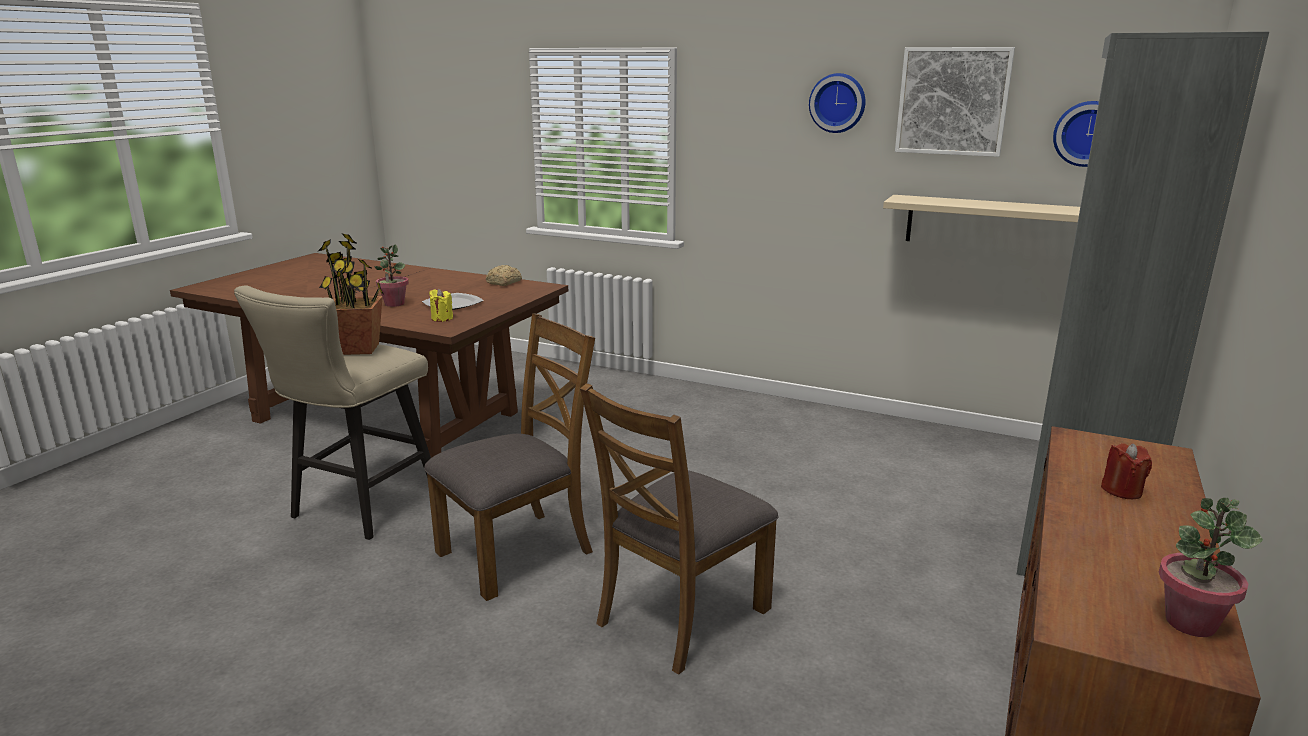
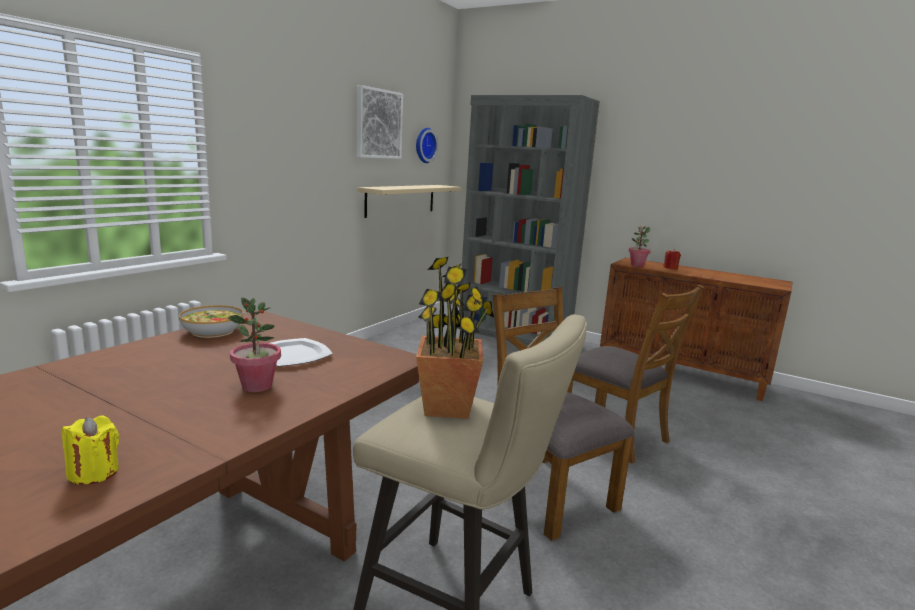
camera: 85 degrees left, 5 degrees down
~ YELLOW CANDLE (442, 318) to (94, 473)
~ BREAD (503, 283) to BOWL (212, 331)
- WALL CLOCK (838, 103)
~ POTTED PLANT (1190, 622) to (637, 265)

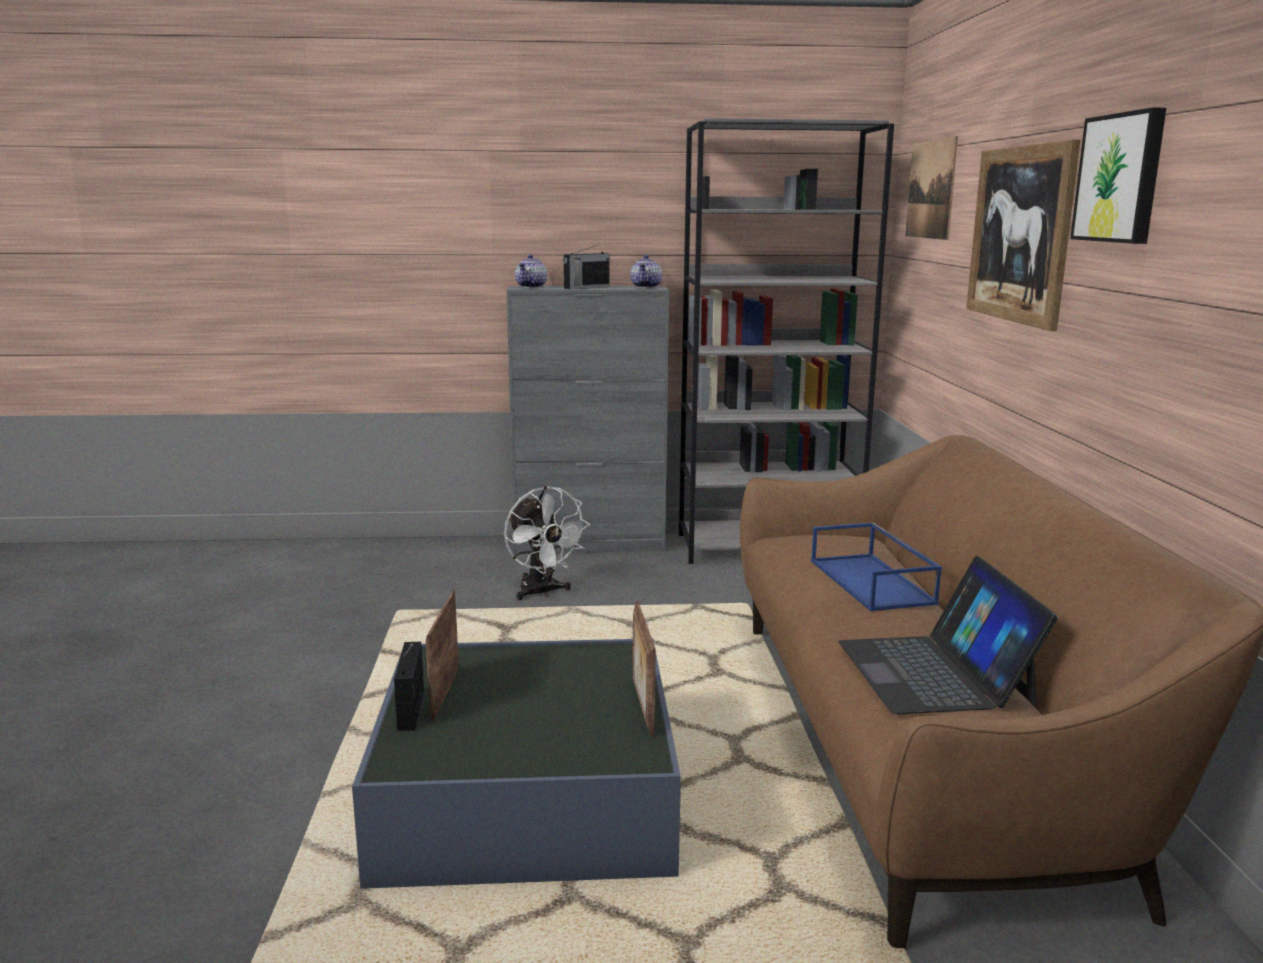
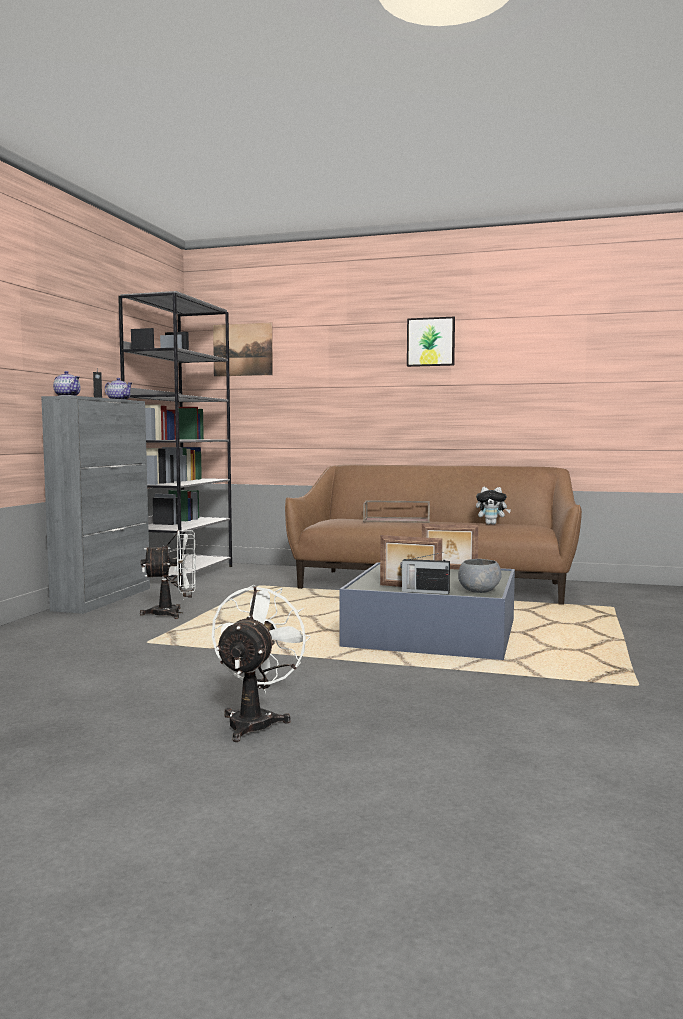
camera: 70 degrees left, 10 degrees down
~ BLUE TRAY (873, 582) to BROWN TRAY (397, 520)
~ LAPTOP (935, 672) to PLUSH TOY (492, 524)
- PICTURE (1019, 234)
+ WHITE FAN (255, 721)
+ GREY BOWL (478, 591)

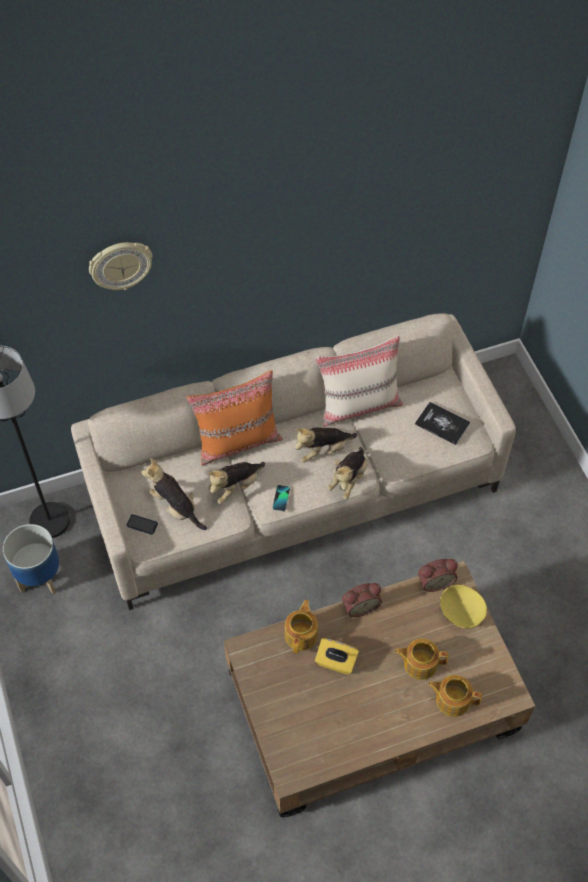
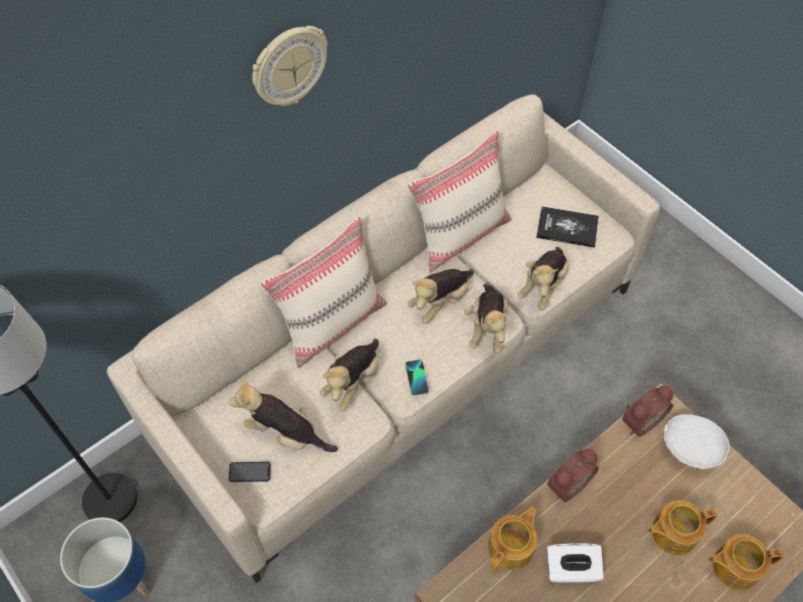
camera: 20 degrees left, 0 degrees up
~ WALL CLOCK (120, 265) to (289, 66)
~ ORANGE PILLOW (238, 441) to BEIGE PILLOW (332, 322)
~ TEAPOT (301, 634) = (511, 547) 45 degrees clockwise
~ YELLOW TISSUE BOX (336, 662) to WHITE TISSUE BOX (571, 570)
~ YELLOW BOWL (460, 613) to WHITE BOWL (689, 450)
+ PLUSH TOY (543, 286)

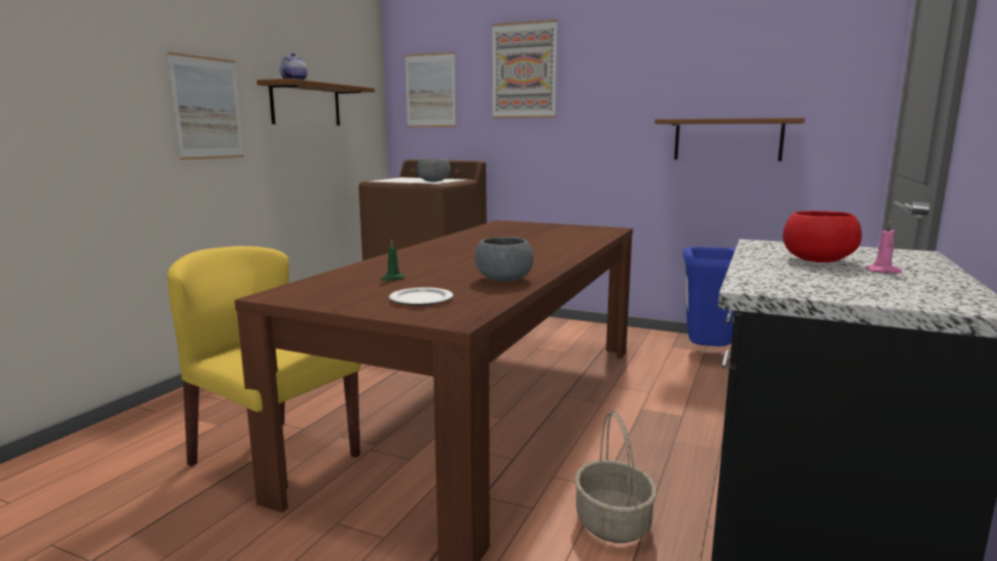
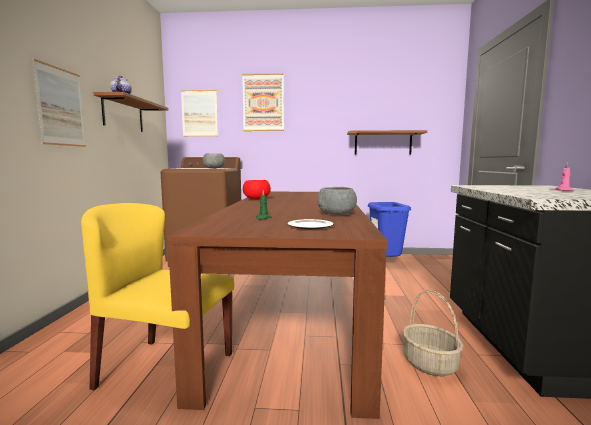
camera: 20 degrees left, 5 degrees down
~ RED BOWL (817, 260) to (256, 199)

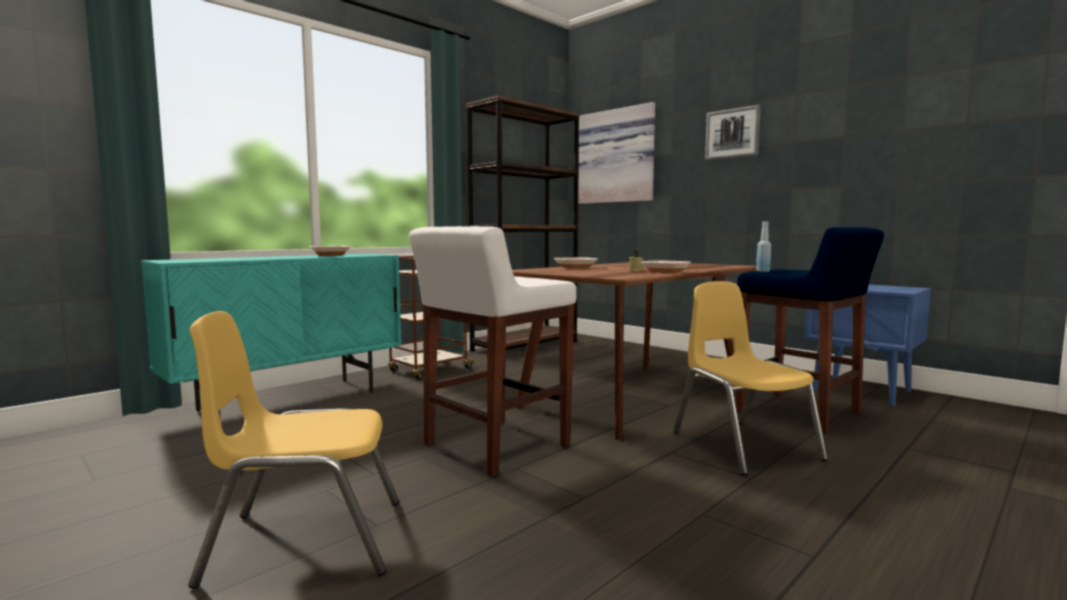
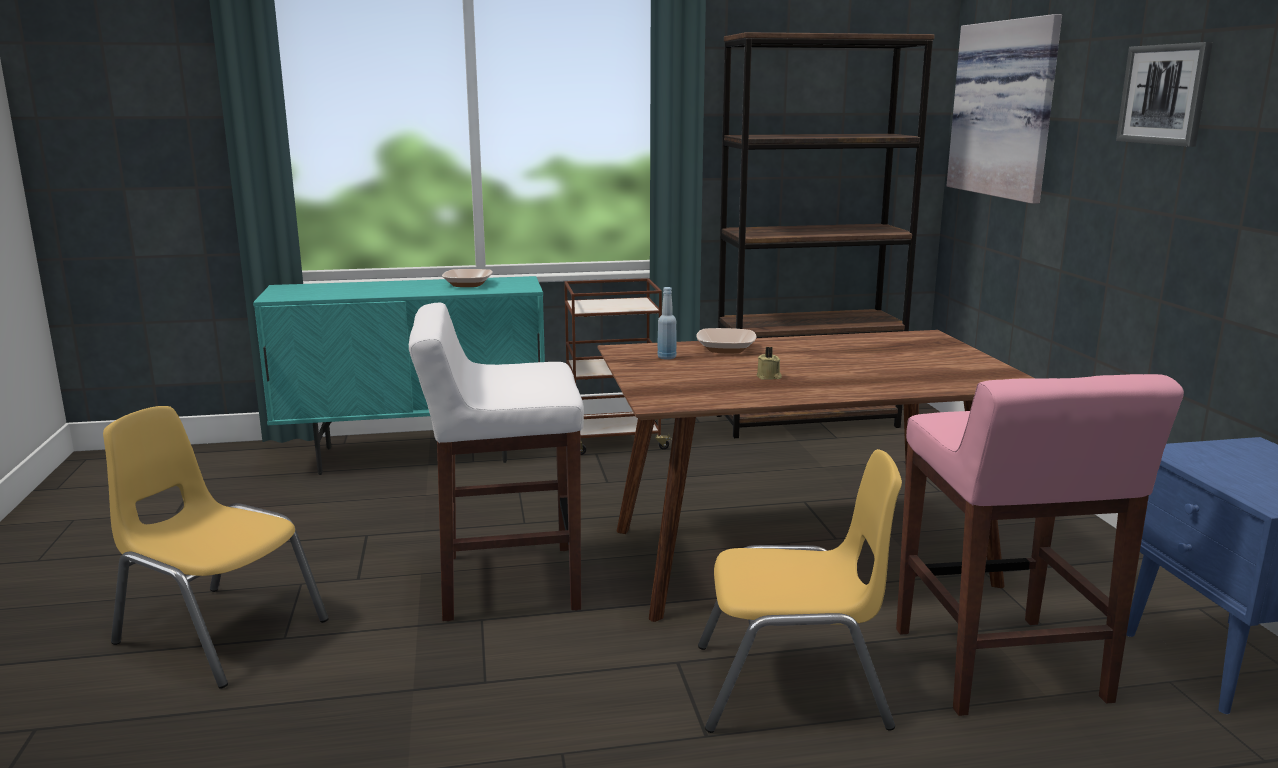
camera: 35 degrees right, 10 degrees up
- BOWL (665, 272)
~ YELLOW CHAIR (743, 446) = (791, 688) 75 degrees clockwise
~ BLUE STOOL (800, 413) to PINK STOOL (1000, 667)
~ BLUE BOTTLE (763, 271) to (666, 357)

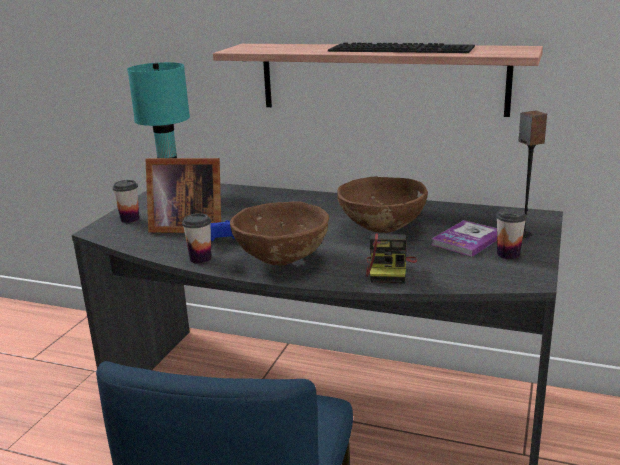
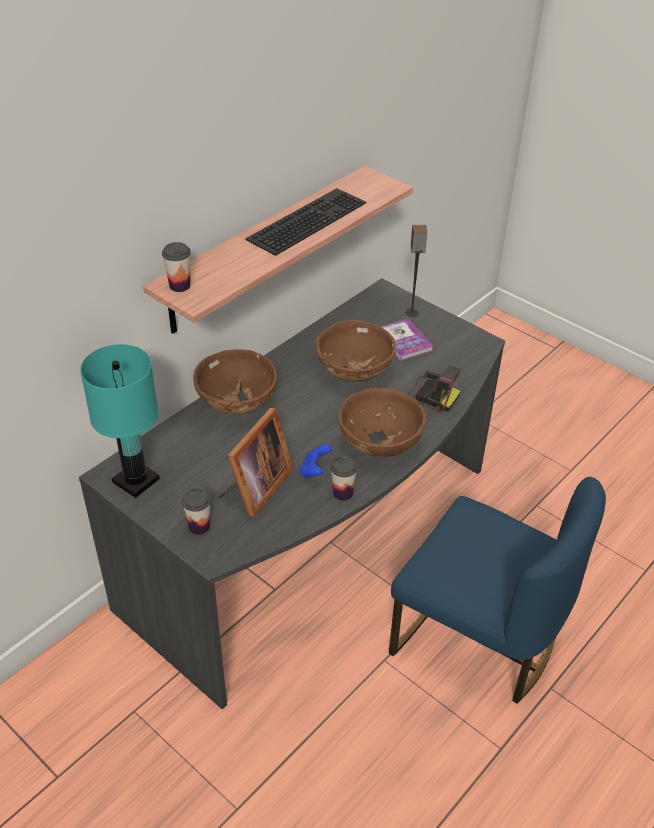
camera: 70 degrees left, 20 degrees up
~ CUP (508, 254) to (179, 286)
+ BROWN BOWL (237, 405)

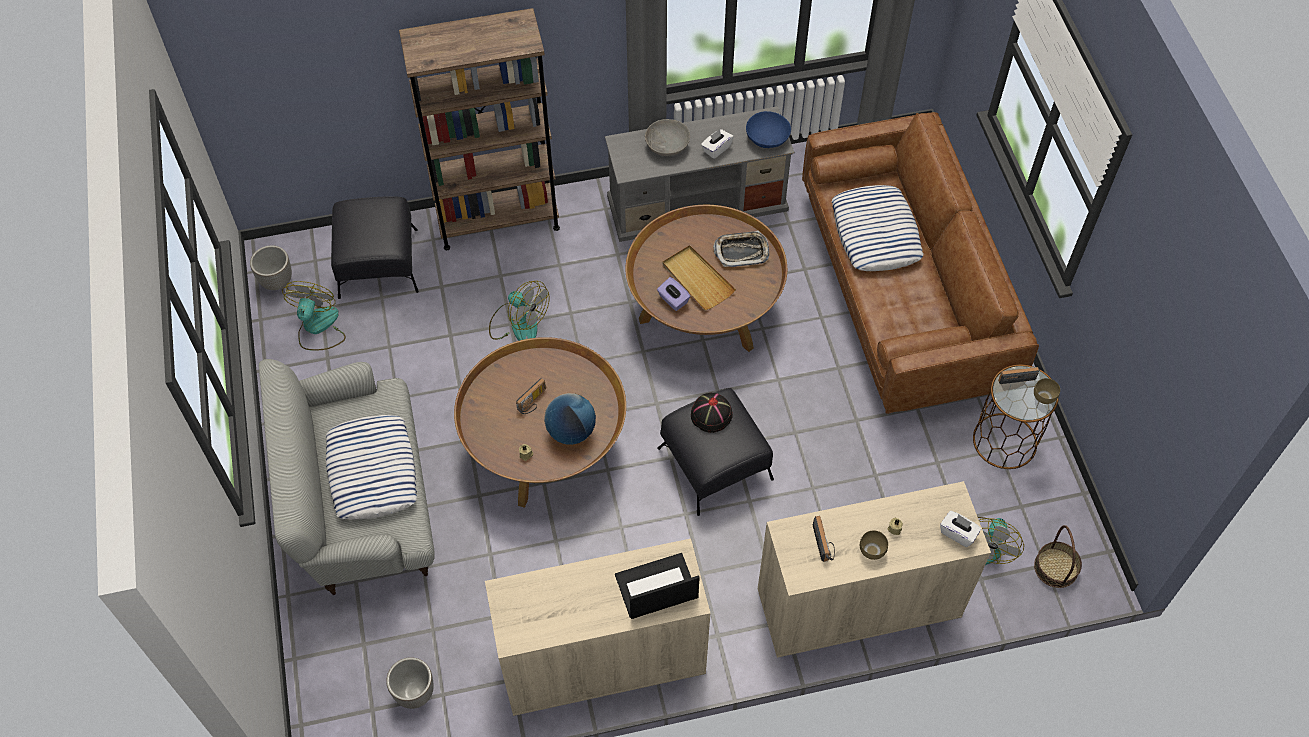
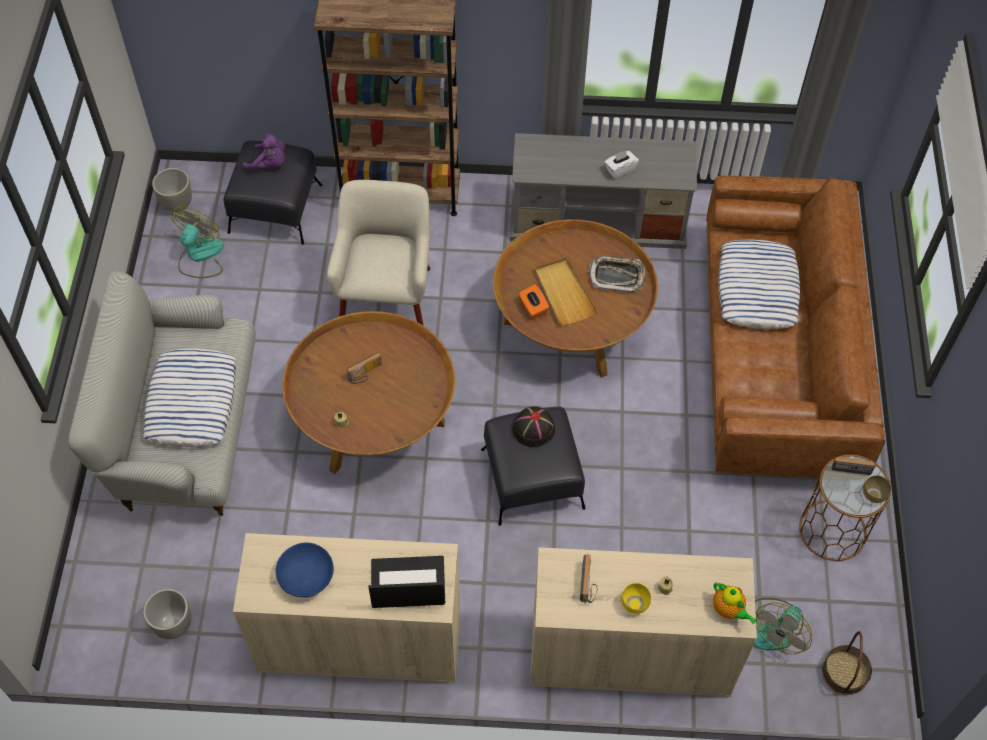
camera: 15 degrees right, 0 degrees up
~ FAN (518, 323) to BEIGE ARMCHAIR (387, 296)
- GLOBE (571, 431)
- GREY BOWL (667, 145)
~ PURPLE TISSUE BOX (673, 300) to ORANGE TISSUE BOX (533, 308)
~ BLUE BOWL (767, 137) to (306, 577)
~ BROWN BOWL (873, 550) to YELLOW BOWL (635, 604)
~ WHITE TISSUE BOX (958, 533) to TEAPOT (729, 609)
+ PURPLE PLUSH TOY (269, 164)

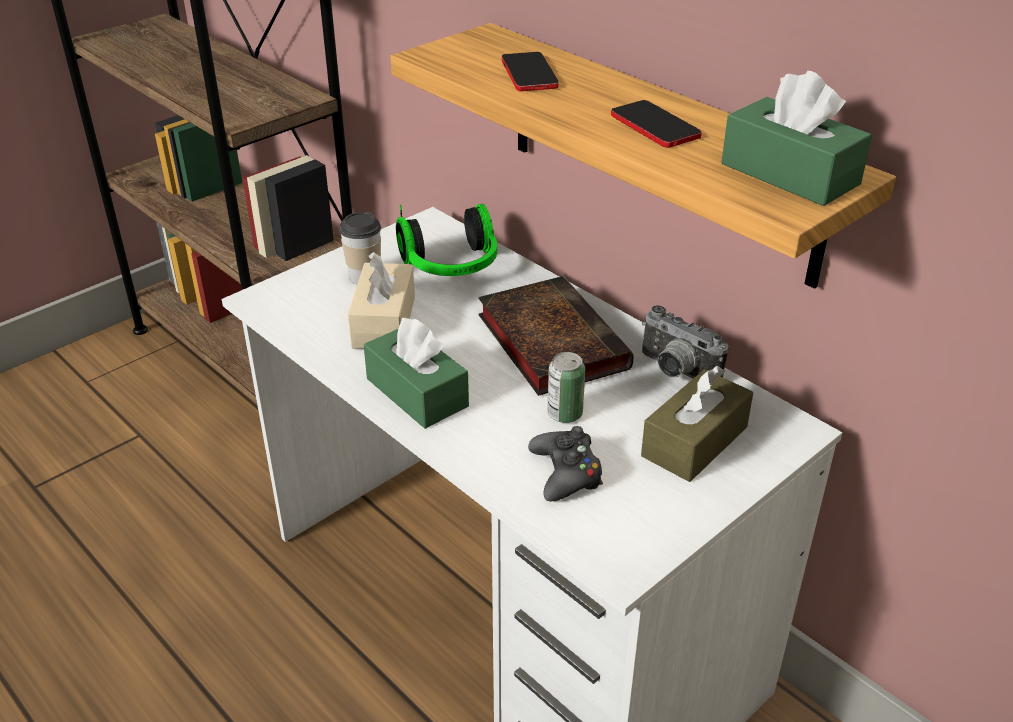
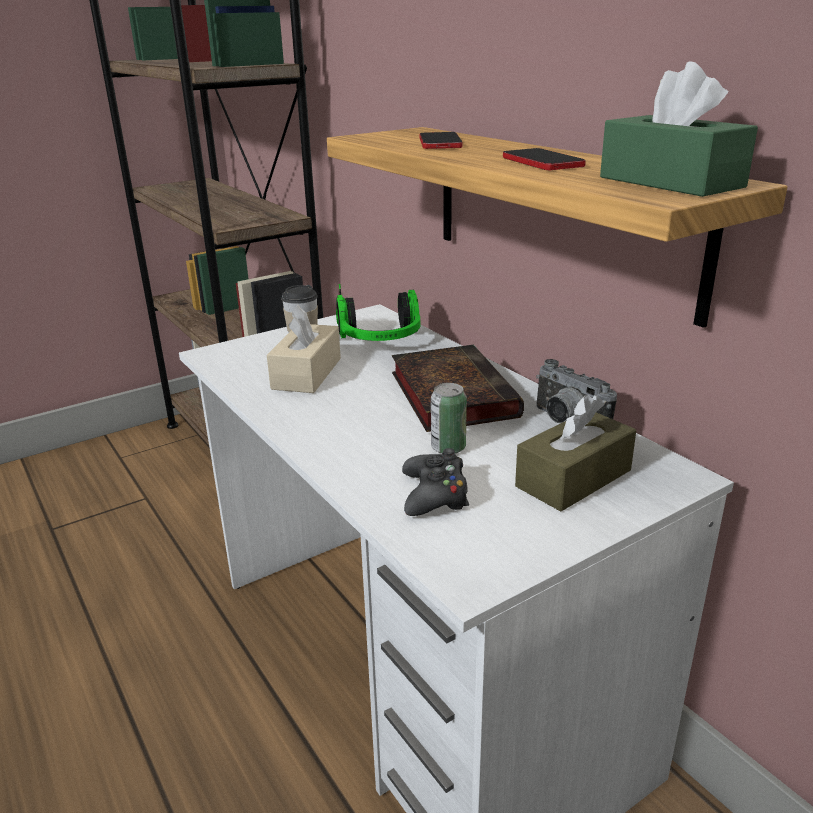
camera: 10 degrees right, 10 degrees down
- GREEN TISSUE BOX (417, 392)

